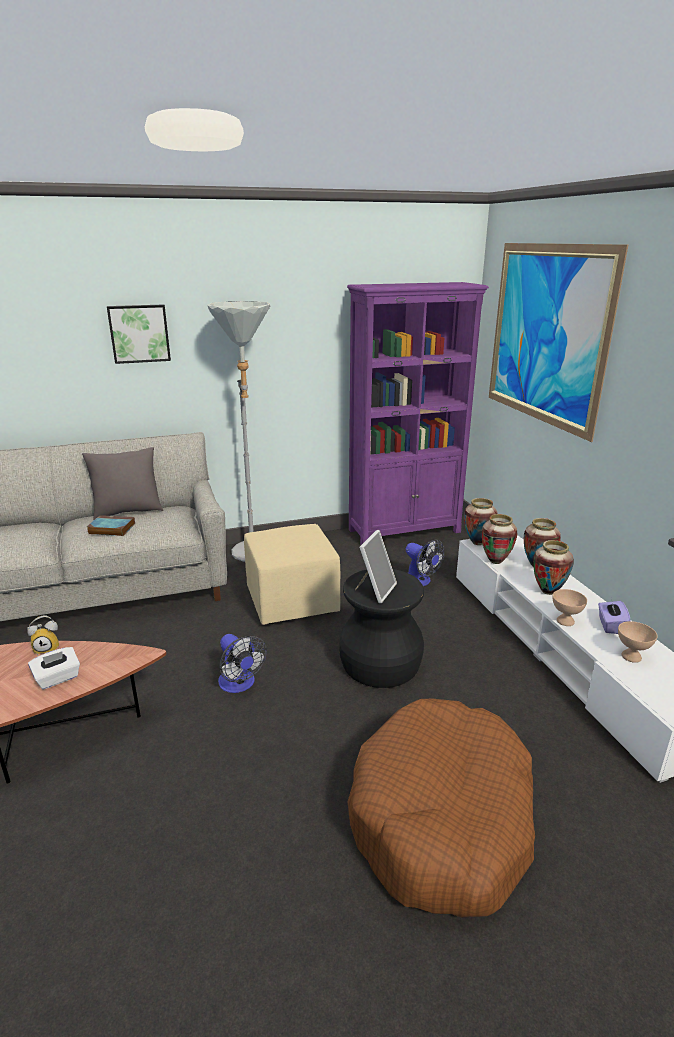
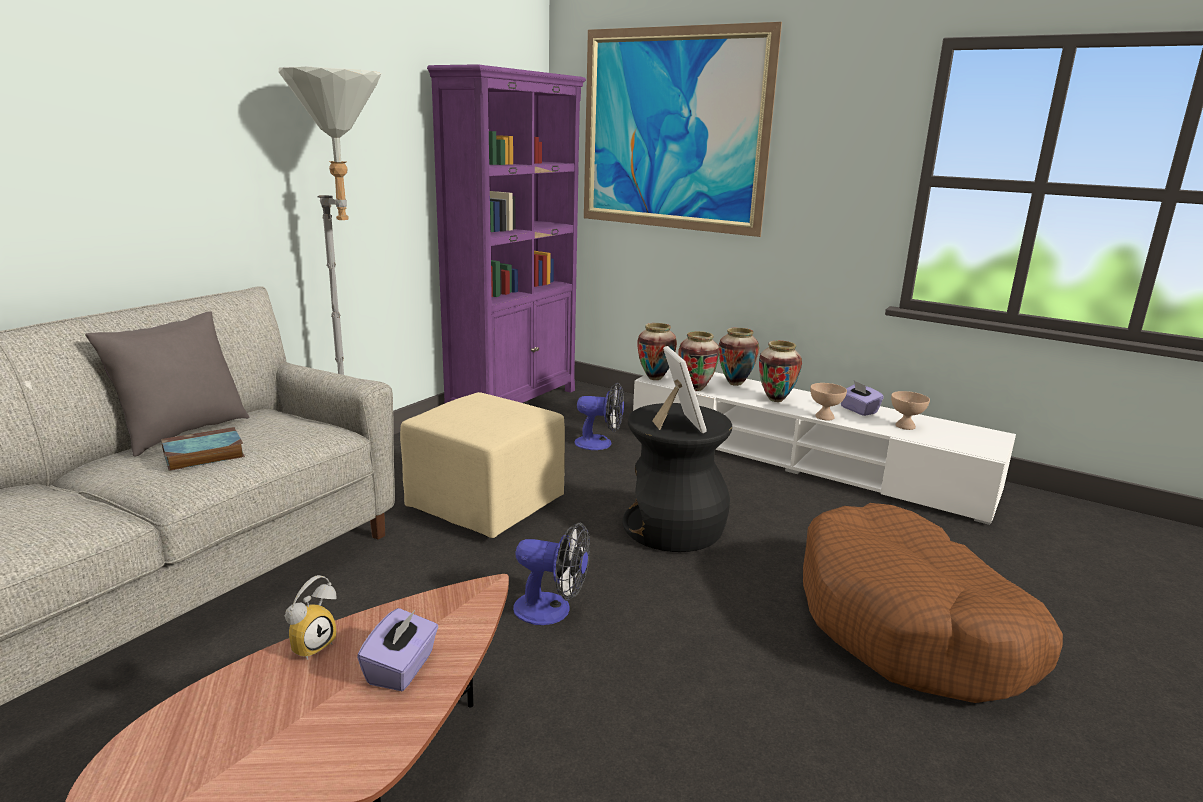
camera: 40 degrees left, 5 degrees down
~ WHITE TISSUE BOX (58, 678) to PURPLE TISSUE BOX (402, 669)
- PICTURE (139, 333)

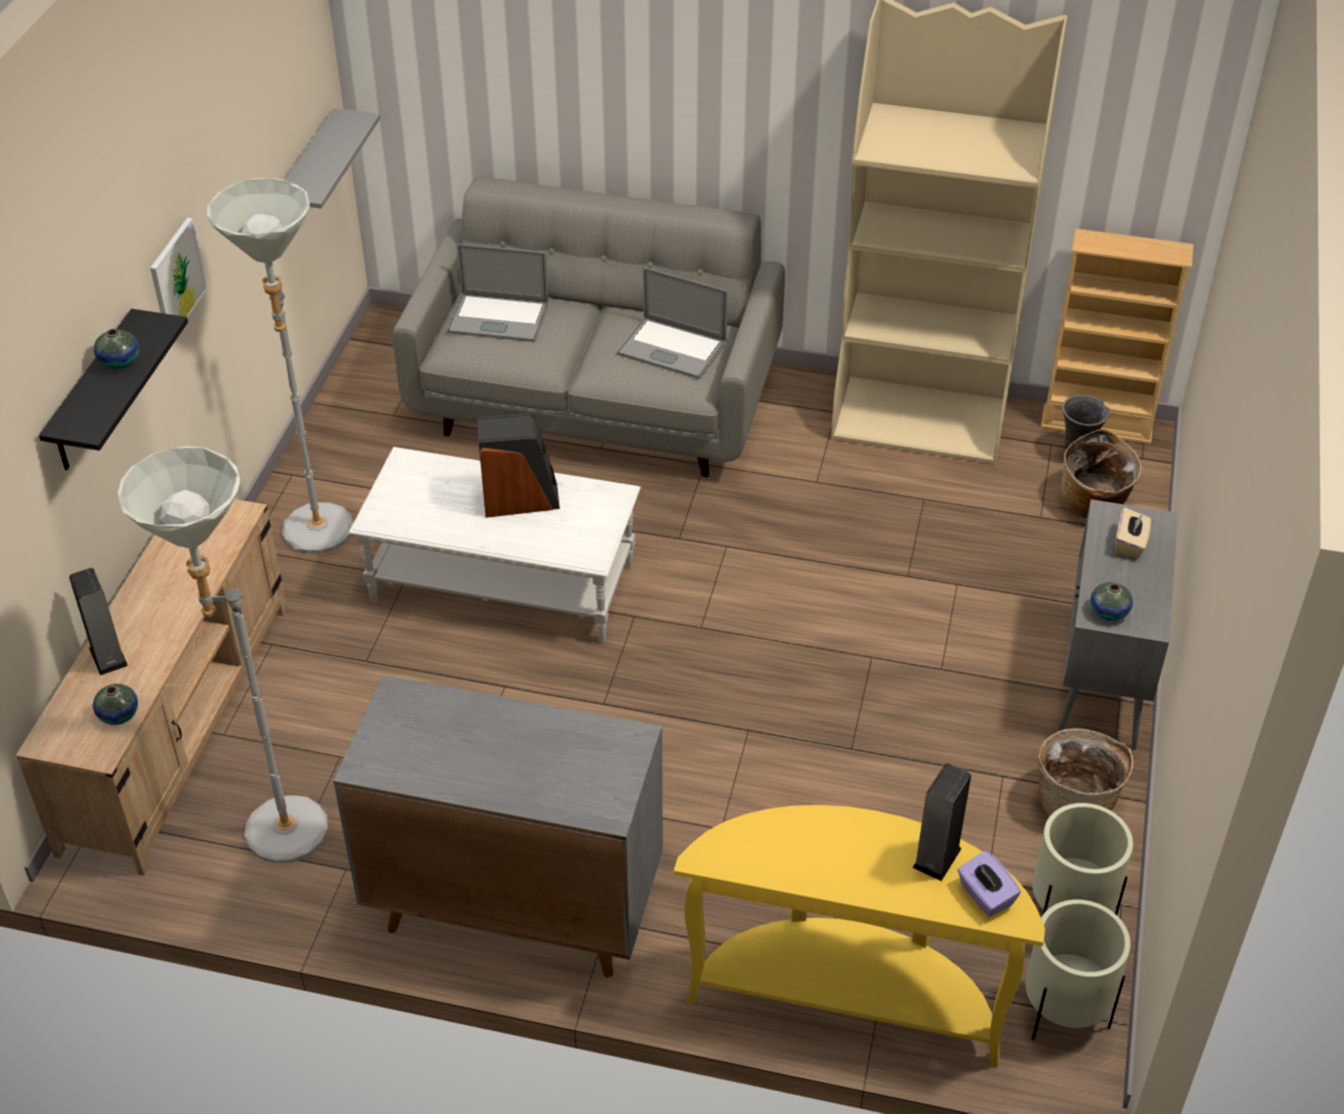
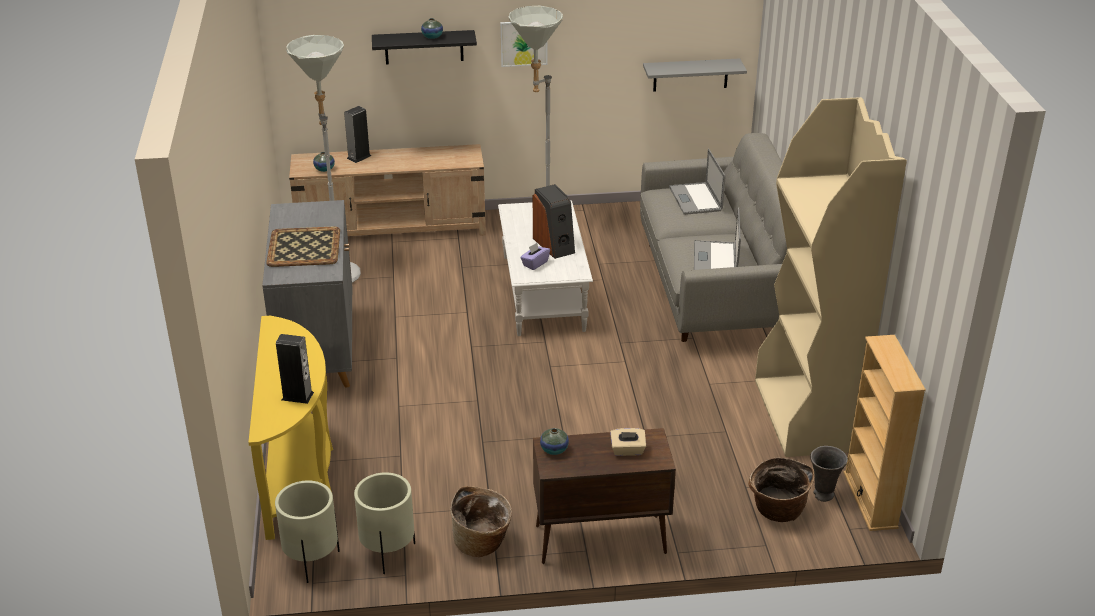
camera: 70 degrees right, 10 degrees down
~ PURPLE TISSUE BOX (985, 896) to (535, 263)
~ GREY CABINET (1102, 681) to BROWN CABINET (599, 540)
+ TRAY (304, 247)

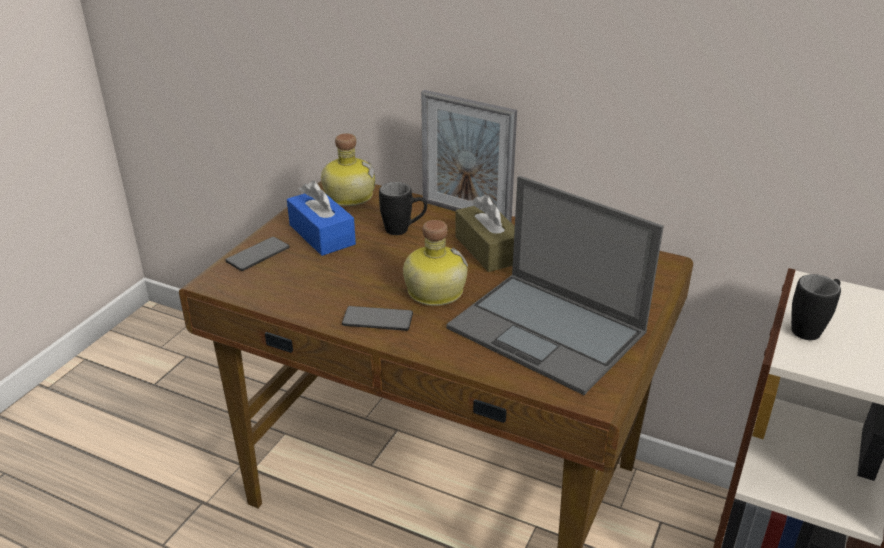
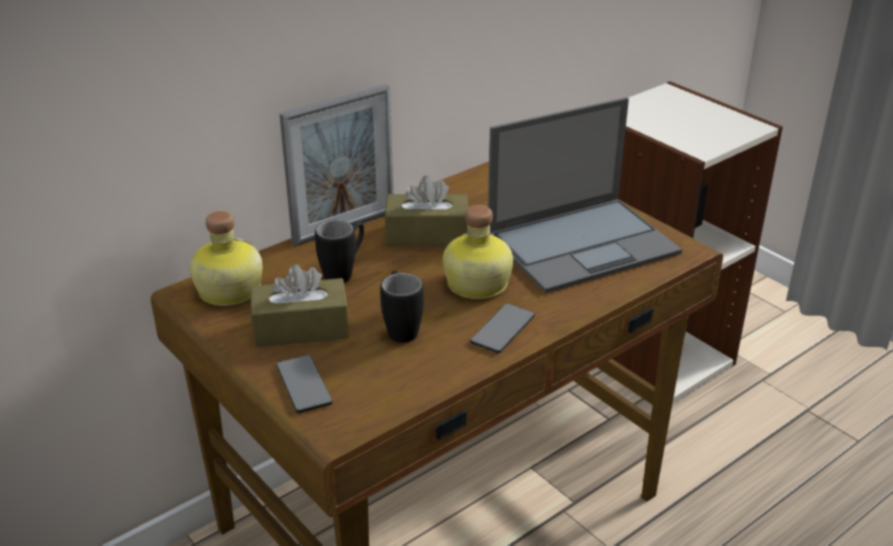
camera: 65 degrees left, 0 degrees up
~ BLUE TISSUE BOX (322, 235) to BROWN TISSUE BOX (301, 328)
~ BLACK MUG (811, 328) to (401, 328)

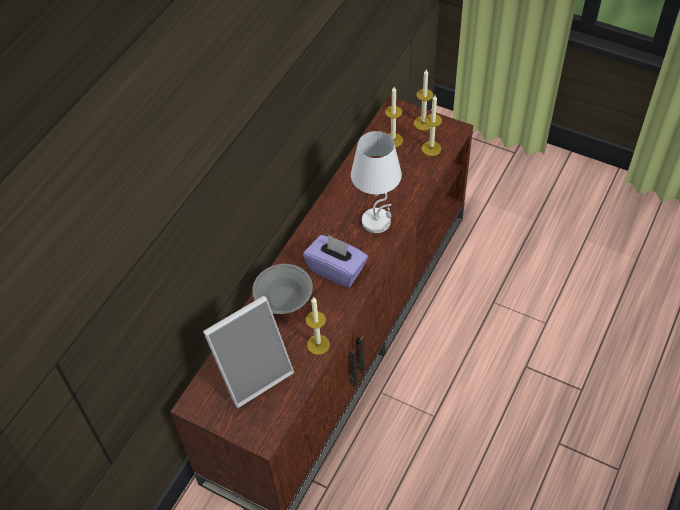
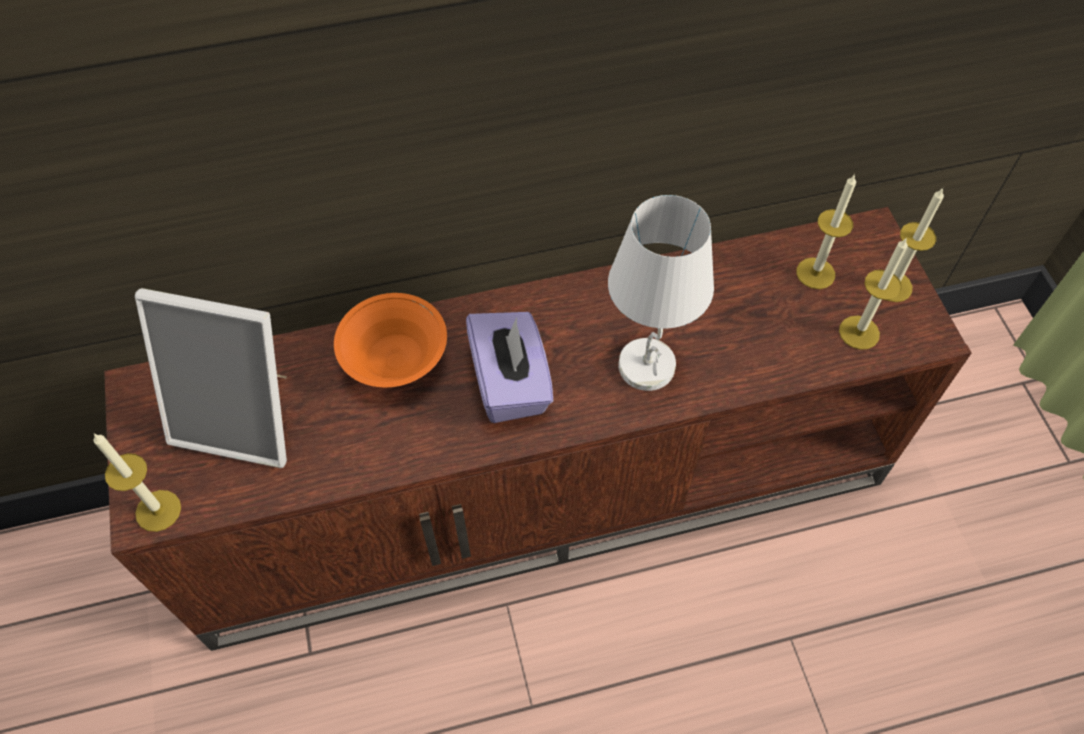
camera: 45 degrees right, 5 degrees up
~ GREY BOWL (284, 301) to ORANGE BOWL (396, 361)
~ CANDLE (318, 344) to (158, 510)

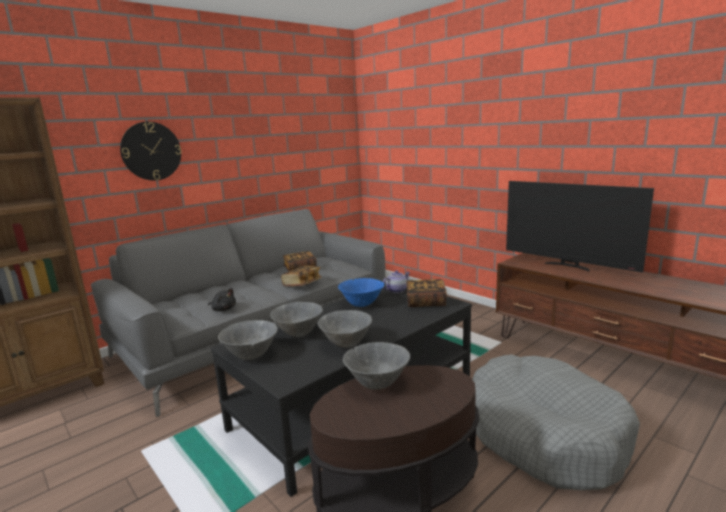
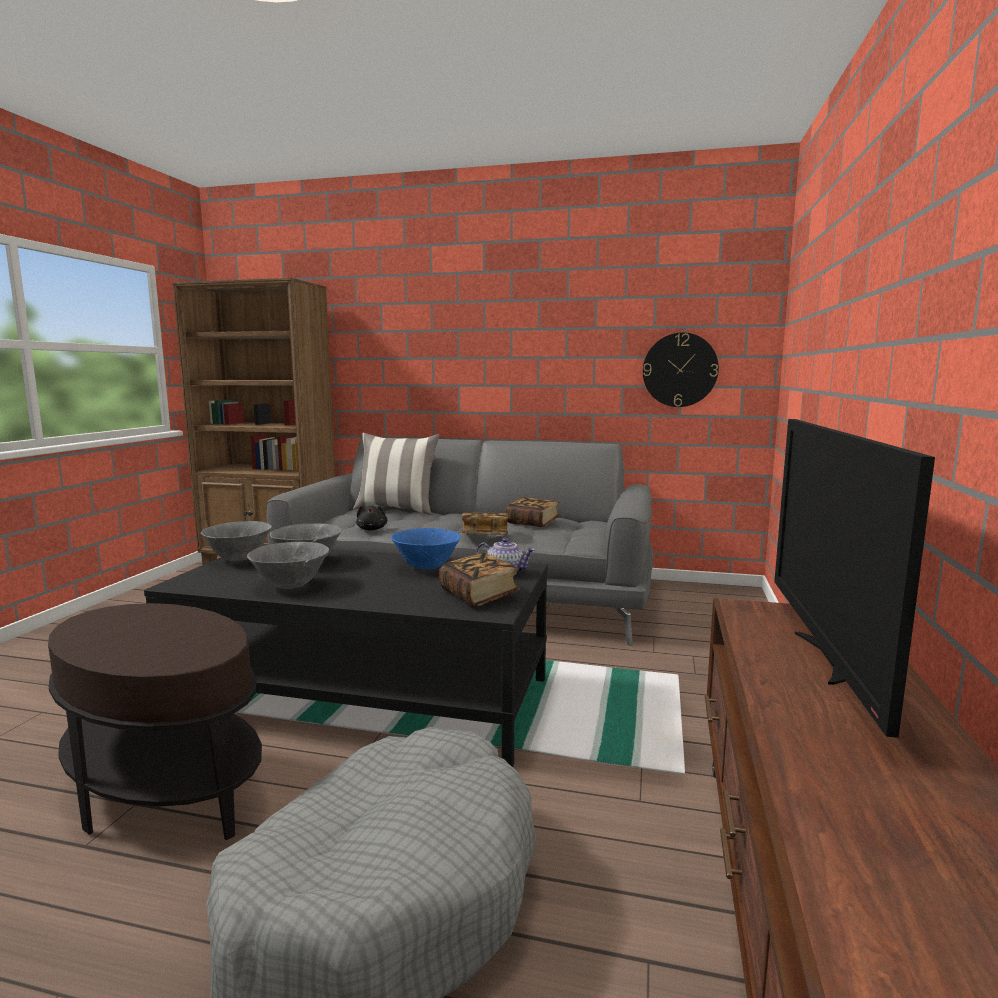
camera: 55 degrees right, 5 degrees down
~ WALL CLOCK (151, 151) to (680, 370)
- GREY BOWL (377, 384)
+ PILLOW (397, 510)

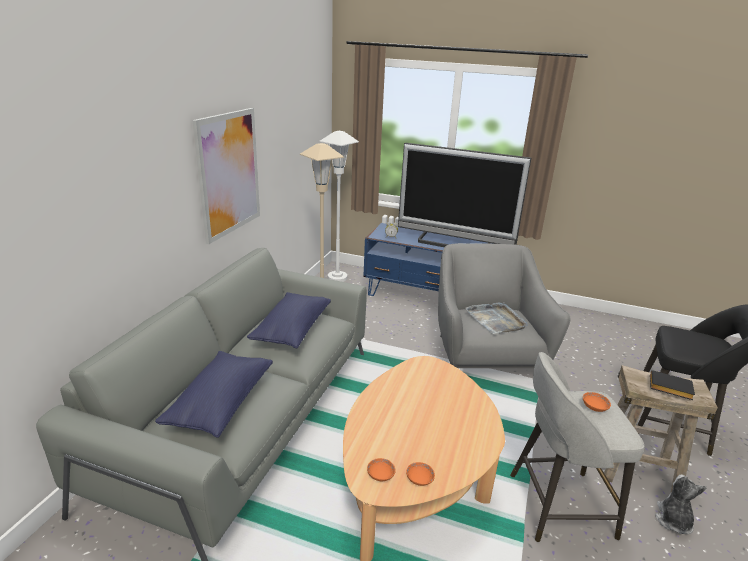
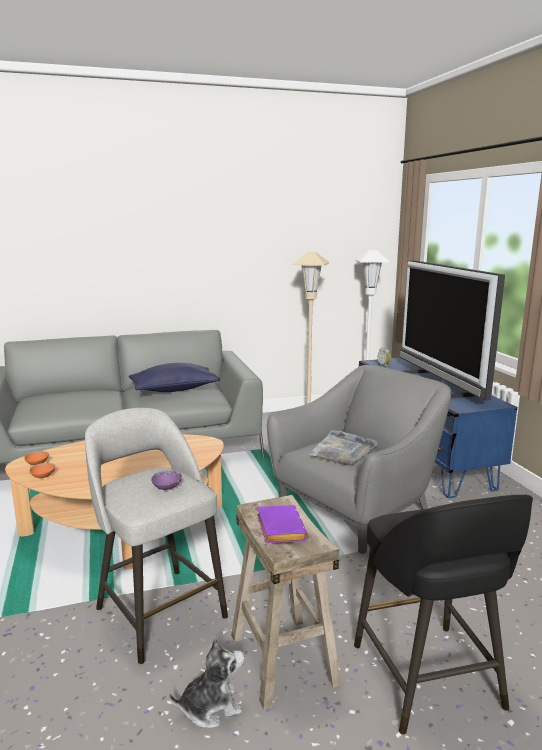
camera: 55 degrees right, 10 degrees down
- BLUE PILLOW (220, 403)
- PICTURE (229, 173)
~ ORANGE BOWL (594, 407) to PURPLE BOWL (167, 487)
~ BLACK BOOK (668, 388) to PURPLE BOOK (279, 528)

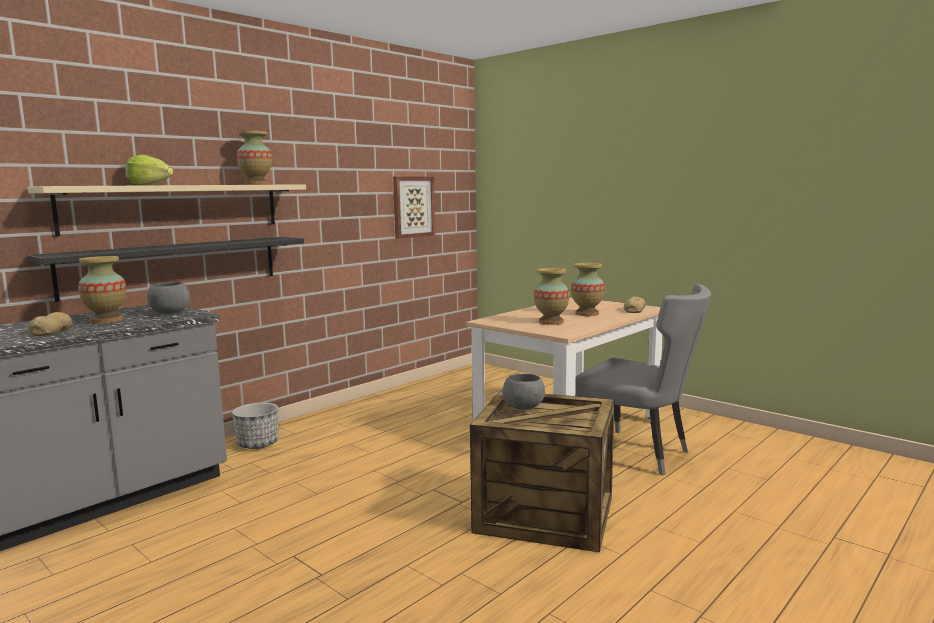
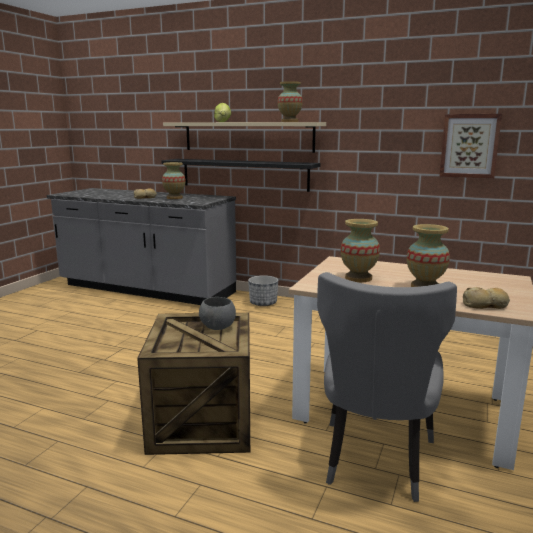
camera: 70 degrees right, 5 degrees up
- GREY BOWL (170, 313)

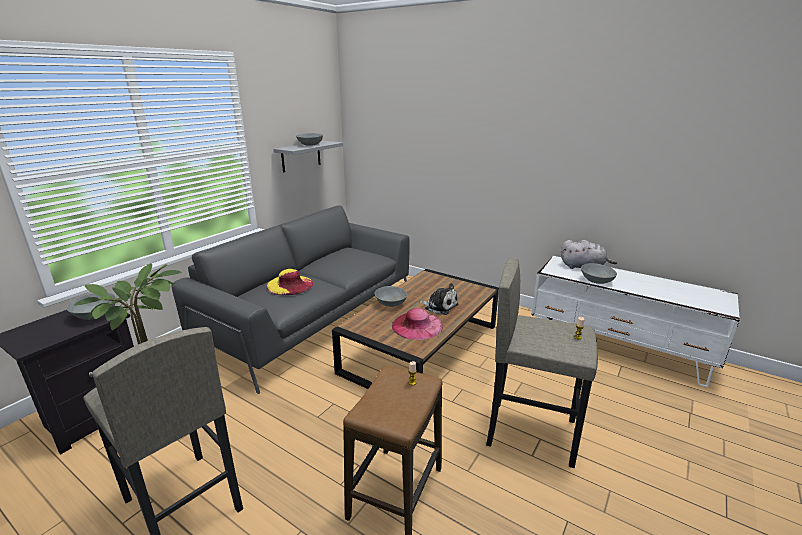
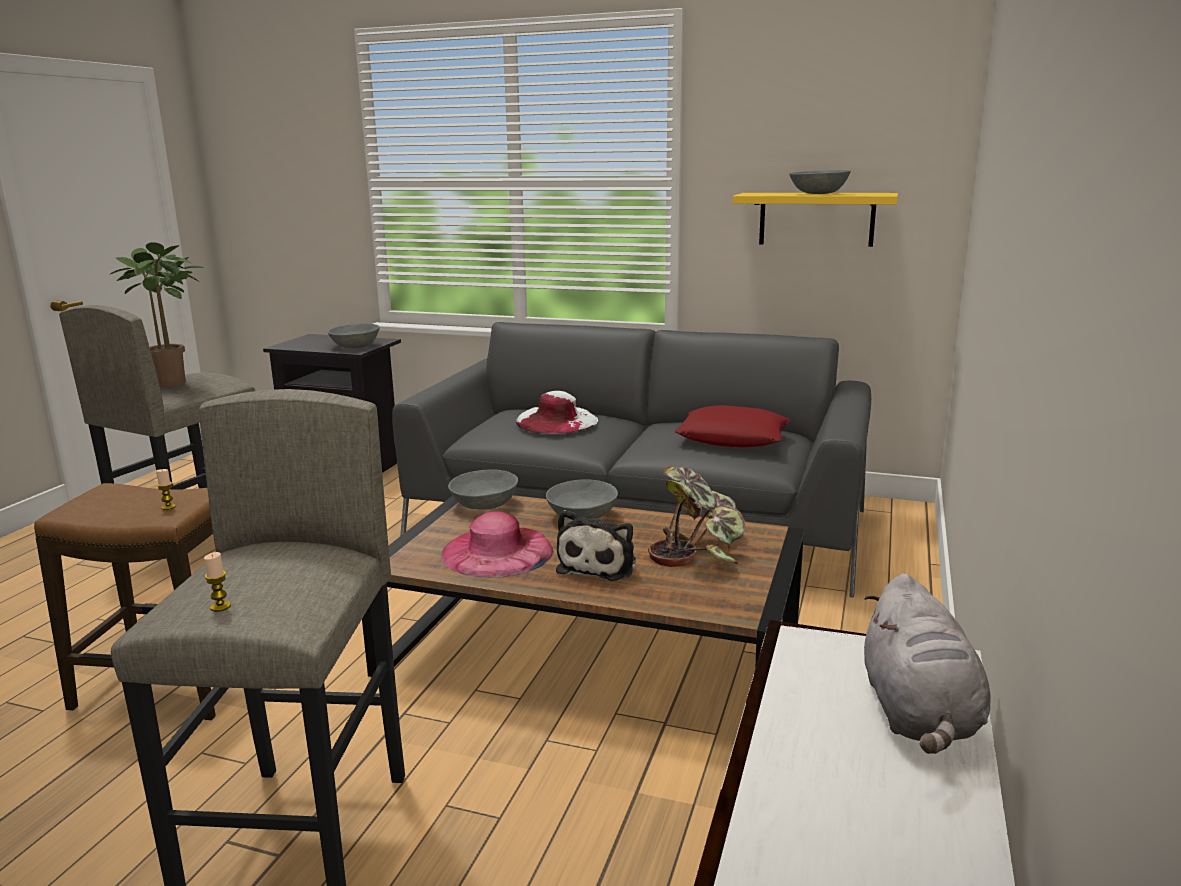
camera: 75 degrees right, 5 degrees down
~ YELLOW HAT (290, 285) to WHITE HAT (556, 420)
~ GREY SHELF (301, 156) to YELLOW SHELF (816, 219)
~ GREY BOWL (596, 281) to (484, 504)
+ POTTED PLANT (699, 550)
+ RED PILLOW (733, 437)

